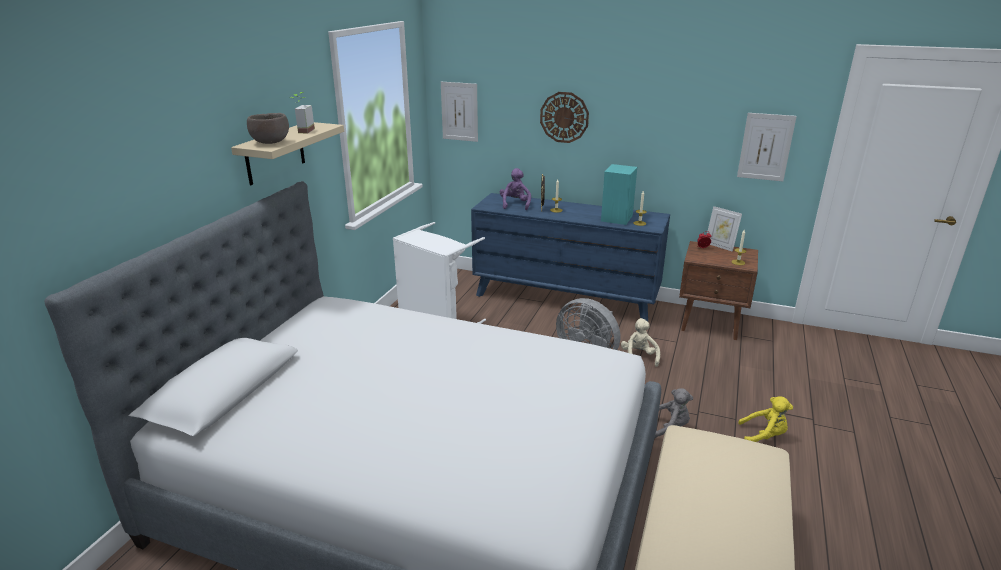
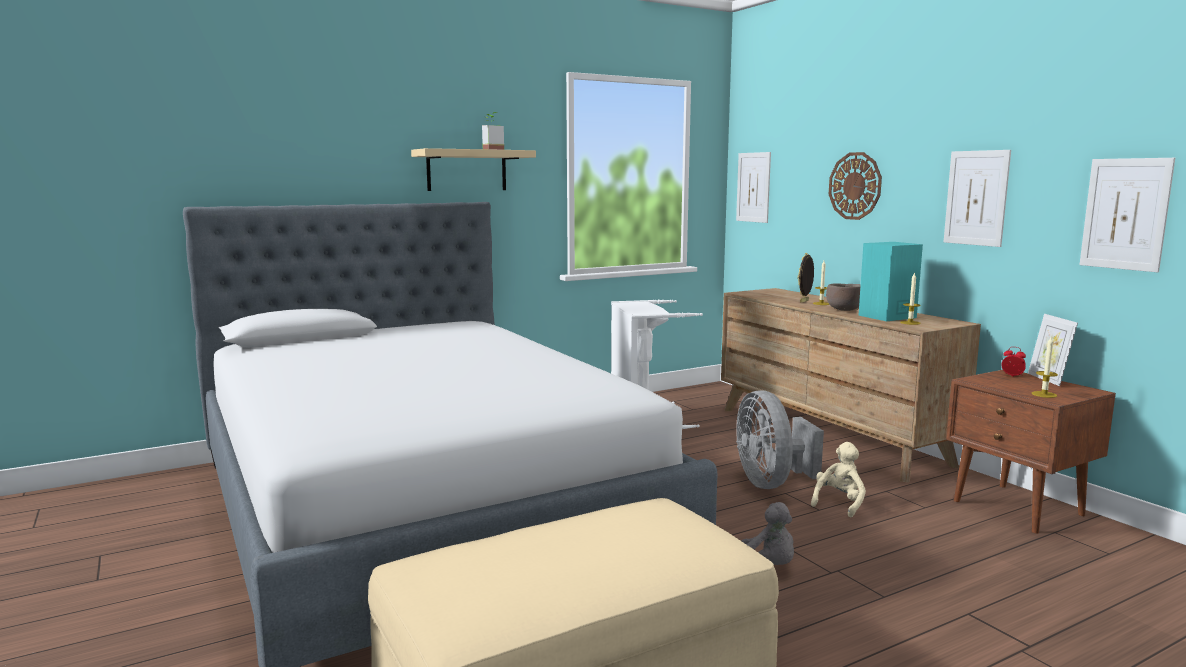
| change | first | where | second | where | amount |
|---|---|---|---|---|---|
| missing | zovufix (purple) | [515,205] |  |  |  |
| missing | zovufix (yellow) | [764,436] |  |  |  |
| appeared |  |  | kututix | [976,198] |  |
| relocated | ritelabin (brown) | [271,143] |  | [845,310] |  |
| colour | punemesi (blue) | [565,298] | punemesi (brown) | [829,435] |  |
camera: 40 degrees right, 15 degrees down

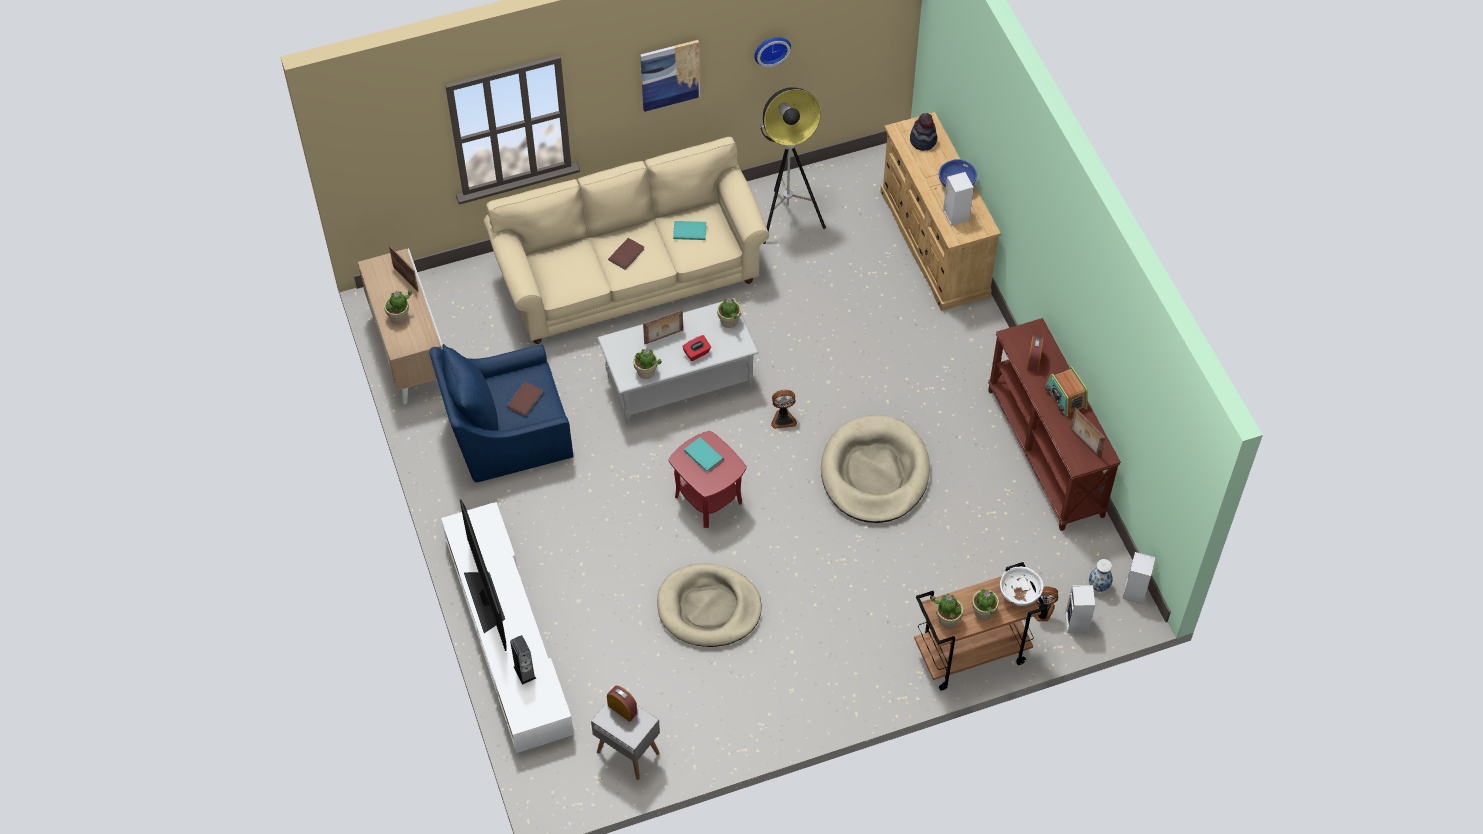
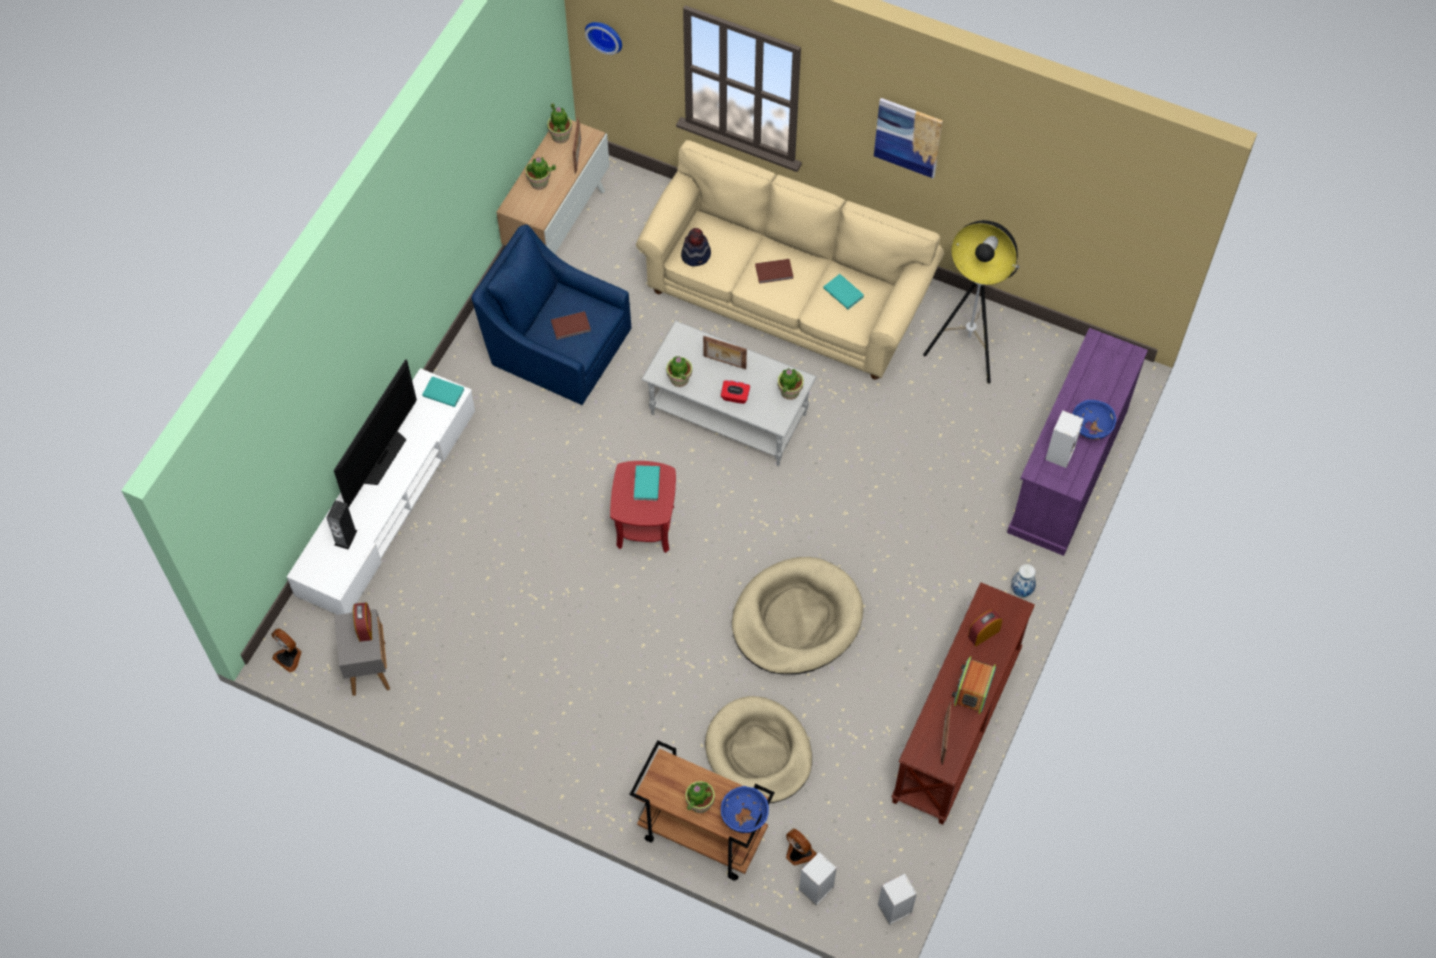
| change | first | where | second | where | amount |
|---|---|---|---|---|---|
| appeared |  |  | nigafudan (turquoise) | [443,392] |  |
| relocated | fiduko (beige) | [708,608] |  | [758,752] |  |
| relocated | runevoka | [771,49] |  | [605,35] |  |
| relocated | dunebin | [783,418] |  | [289,657] |  |
| relocated | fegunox | [923,140] |  | [696,255] |  |
| relocated | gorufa | [947,619] |  | [560,136] |  |
| relocated | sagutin | [1099,586] |  | [1021,590] |  |
| colour | punemesi (beige) | [935,244] | punemesi (purple) | [1067,472] |  |
| colour | ritelabin (white) | [1019,595] | ritelabin (blue) | [744,816] |  |
camera: 45 degrees right, 5 degrees up

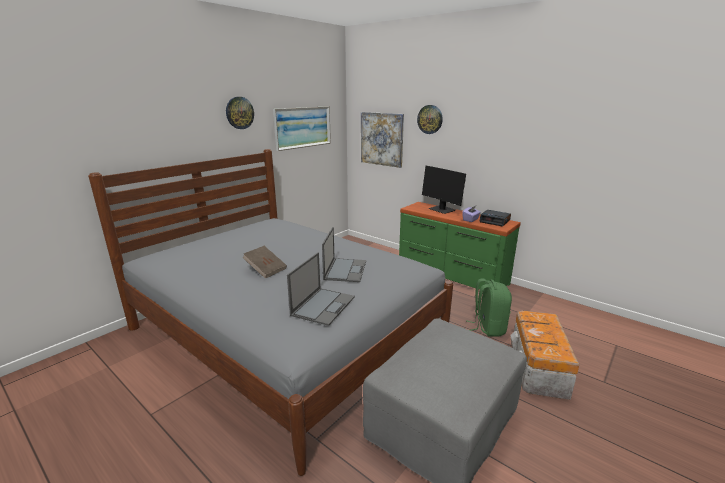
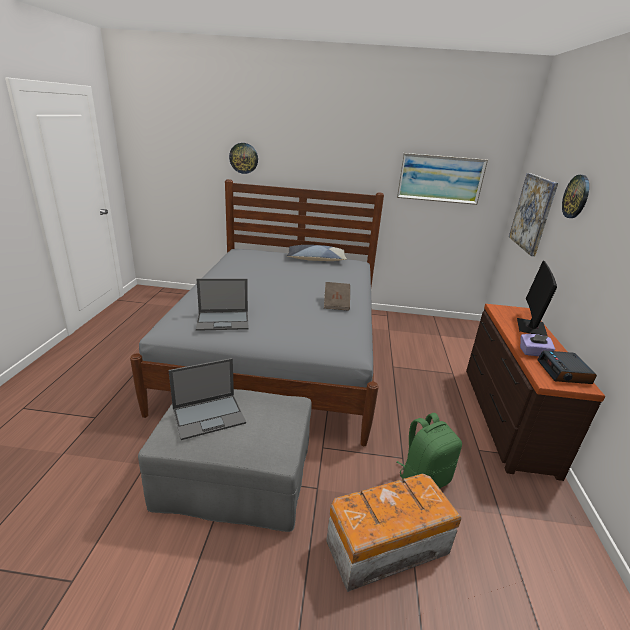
| change | first | where | second | where | amount |
|---|---|---|---|---|---|
| appeared |  |  | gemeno | [316,259] |  |
| relocated | runevoka | [239,113] |  | [243,158] |  |
| relocated | nigafudan (brown) | [266,269] |  | [336,303] |  |
| relocated | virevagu | [345,270] |  | [209,416] |  |
| colour | punemesi (green) | [451,274] | punemesi (brown) | [505,417] |  |
camera: 55 degrees right, 5 degrees up

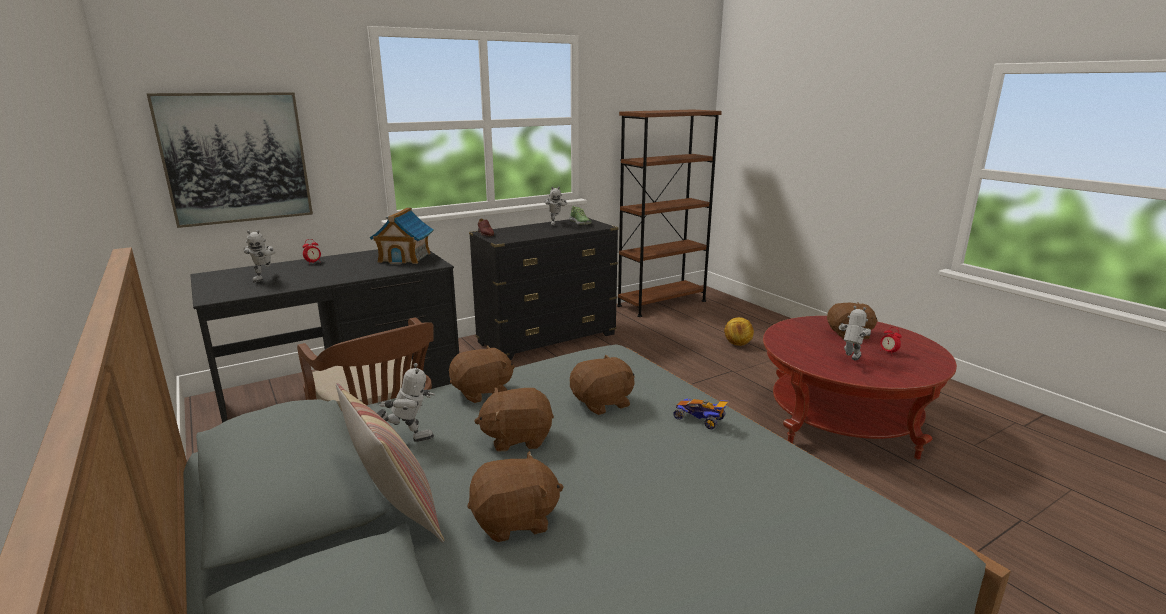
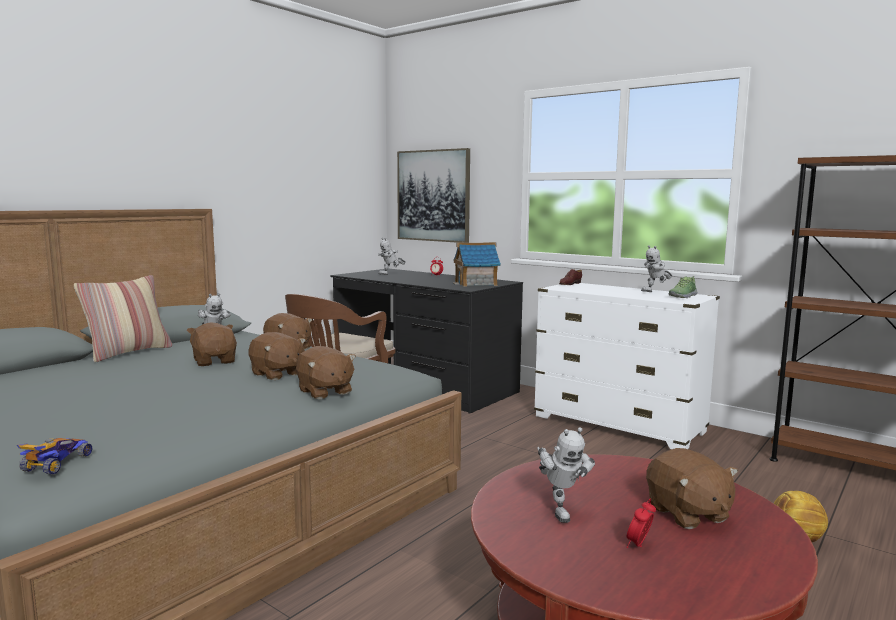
| change | first | where | second | where | amount |
|---|---|---|---|---|---|
| relocated | zovufix (brown) | [515,521] |  | [324,392] |  |
| relocated | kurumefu | [700,419] |  | [56,464] |  |
| colour | punemesi (black) | [547,339] | punemesi (white) | [618,425] |  |
| spun | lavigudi | [849,360] |  | [560,510] | 60 degrees clockwise |
camera: 70 degrees right, 10 degrees down

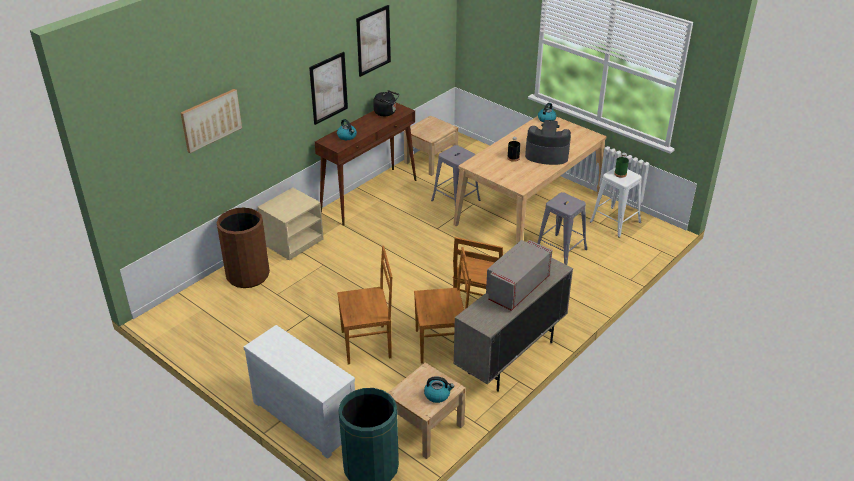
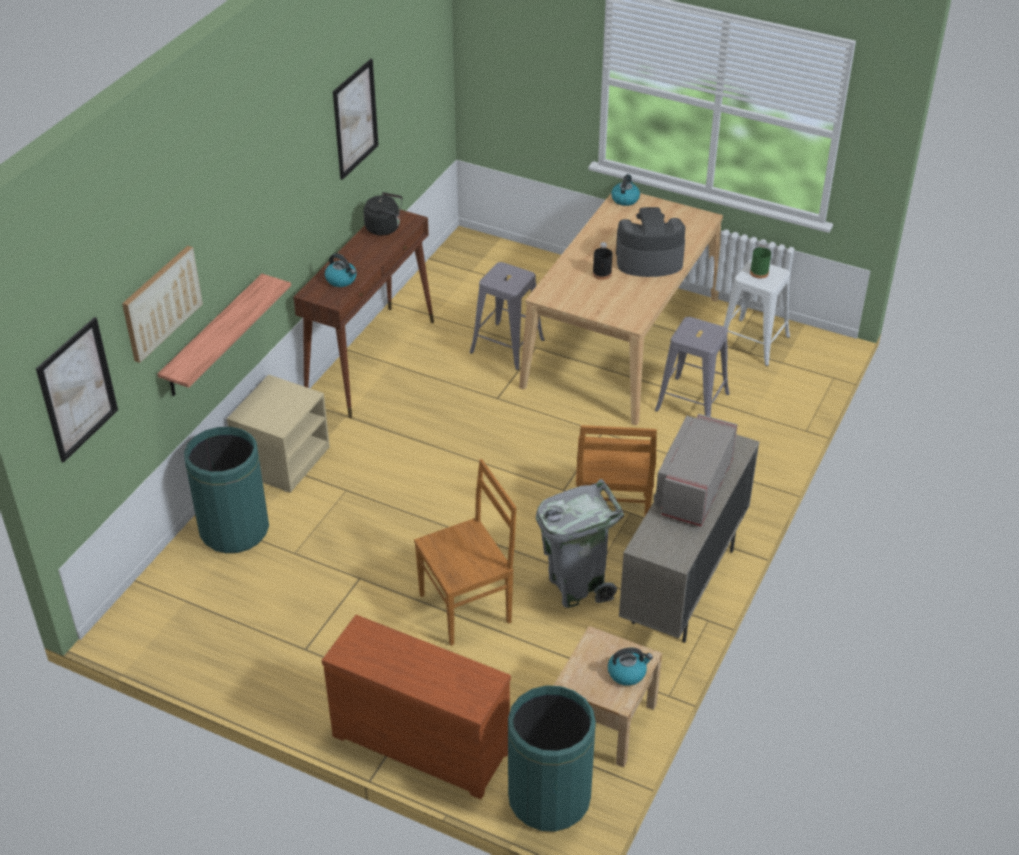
| change | first | where | second | where | amount |
|---|---|---|---|---|---|
| missing | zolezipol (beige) | [431,161] |  |  |  |
| appeared |  |  | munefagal | [214,336] |  |
| relocated | kututix | [328,88] |  | [77,389] |  |
| exchanged | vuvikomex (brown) | [441,344] | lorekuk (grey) | [576,586] |  |
| colour | lorekuk (brown) | [247,275] | lorekuk (green) | [234,529] |  |
| colour | punemesi (white) | [306,416] | punemesi (brown) | [422,740] |  |
camera: 15 degrees left, 5 degrees up

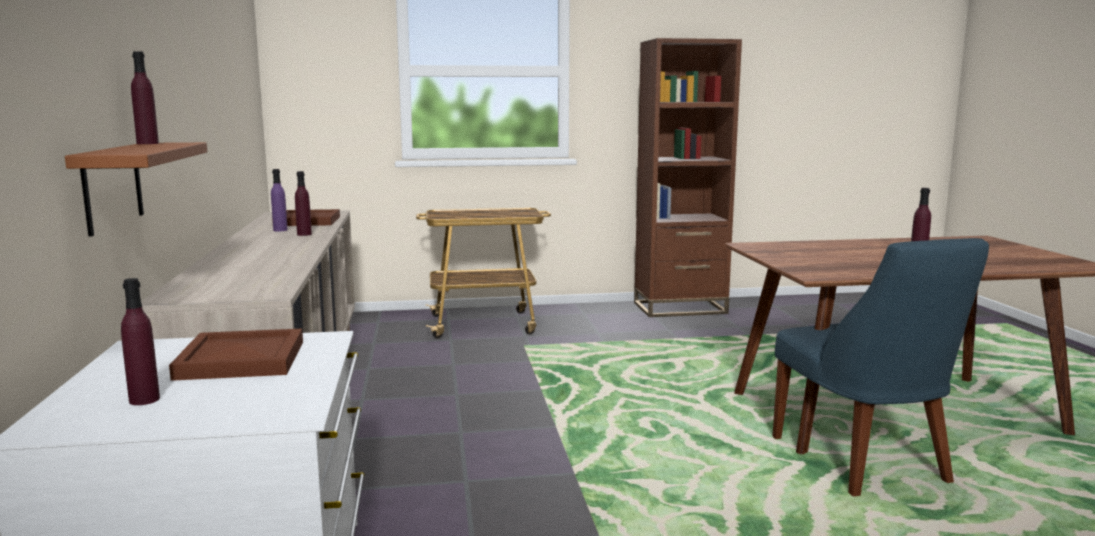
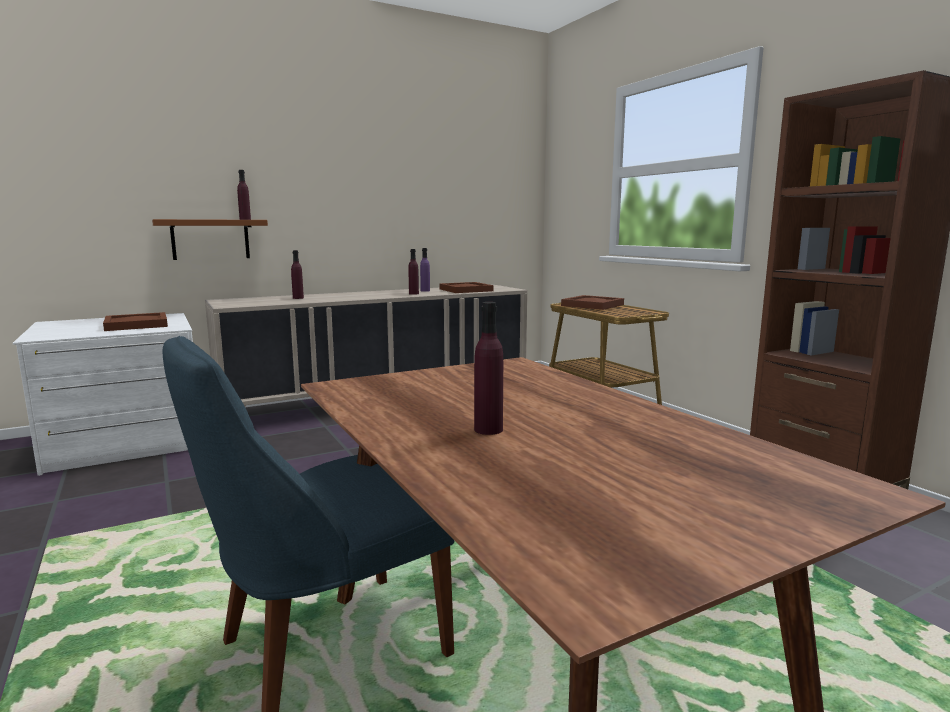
| change | first | where | second | where | amount |
|---|---|---|---|---|---|
| appeared |  |  | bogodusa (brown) | [593,305] |  |
| relocated | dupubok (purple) | [144,400] |  | [298,298] |  |
camera: 70 degrees right, 0 degrees up

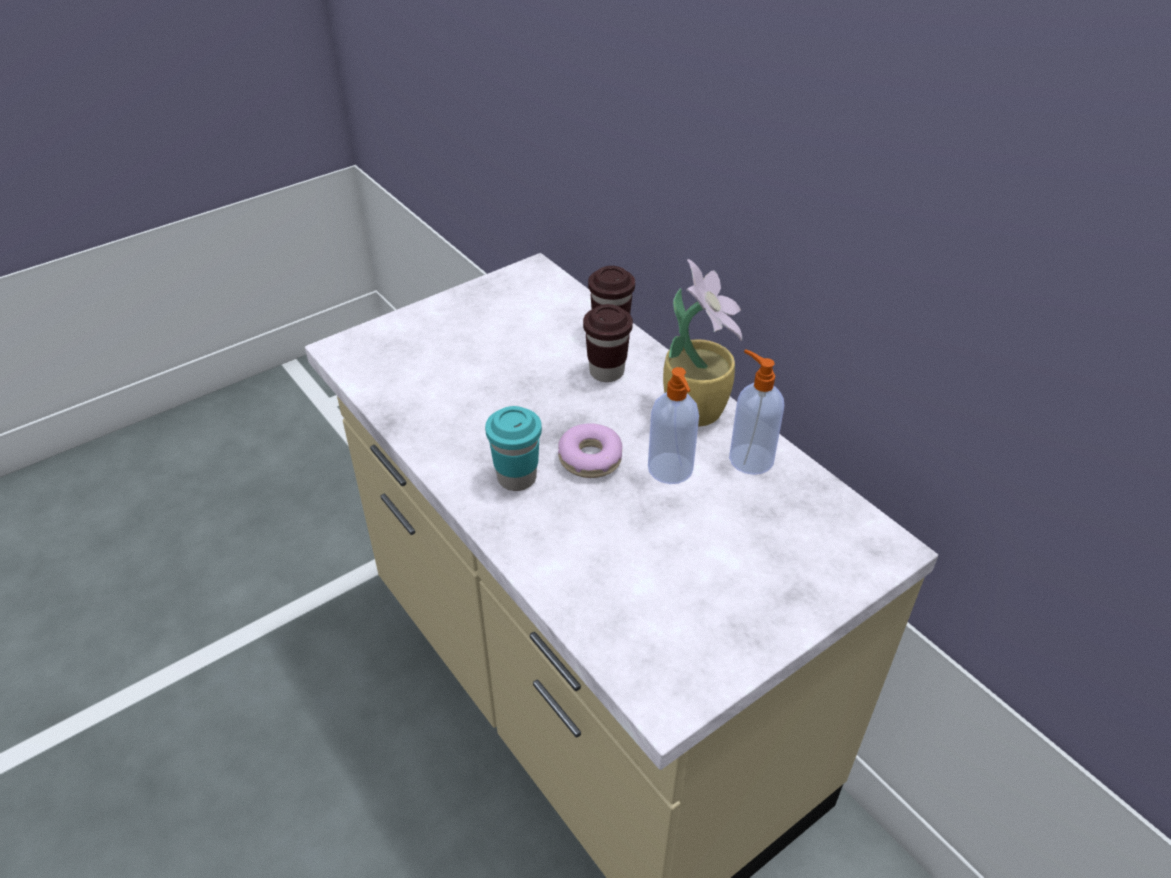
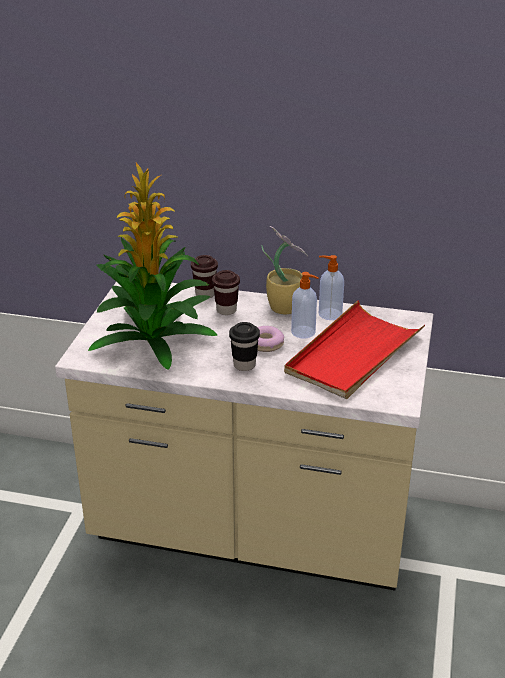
| change | first | where | second | where | amount |
|---|---|---|---|---|---|
| appeared |  |  | gorufa | [155,339] |  |
| appeared |  |  | bogodusa (red) | [353,354] |  |
| colour | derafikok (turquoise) | [517,478] | derafikok (black) | [244,365] |  |
camera: 40 degrees left, 10 degrees down

